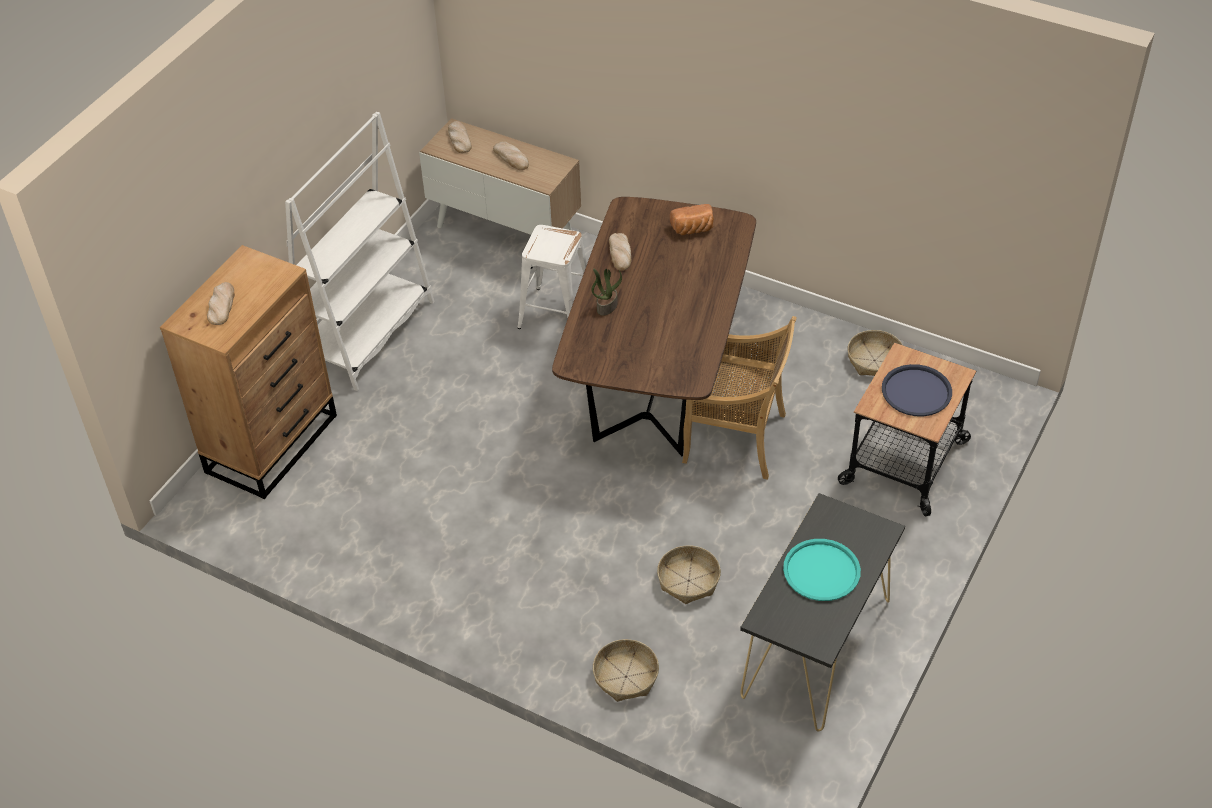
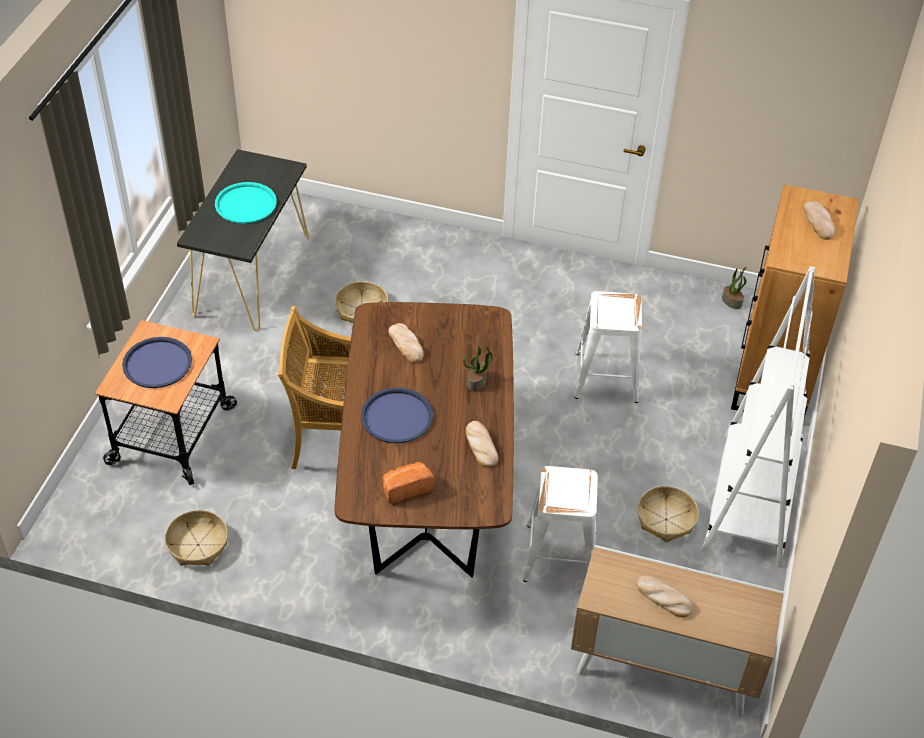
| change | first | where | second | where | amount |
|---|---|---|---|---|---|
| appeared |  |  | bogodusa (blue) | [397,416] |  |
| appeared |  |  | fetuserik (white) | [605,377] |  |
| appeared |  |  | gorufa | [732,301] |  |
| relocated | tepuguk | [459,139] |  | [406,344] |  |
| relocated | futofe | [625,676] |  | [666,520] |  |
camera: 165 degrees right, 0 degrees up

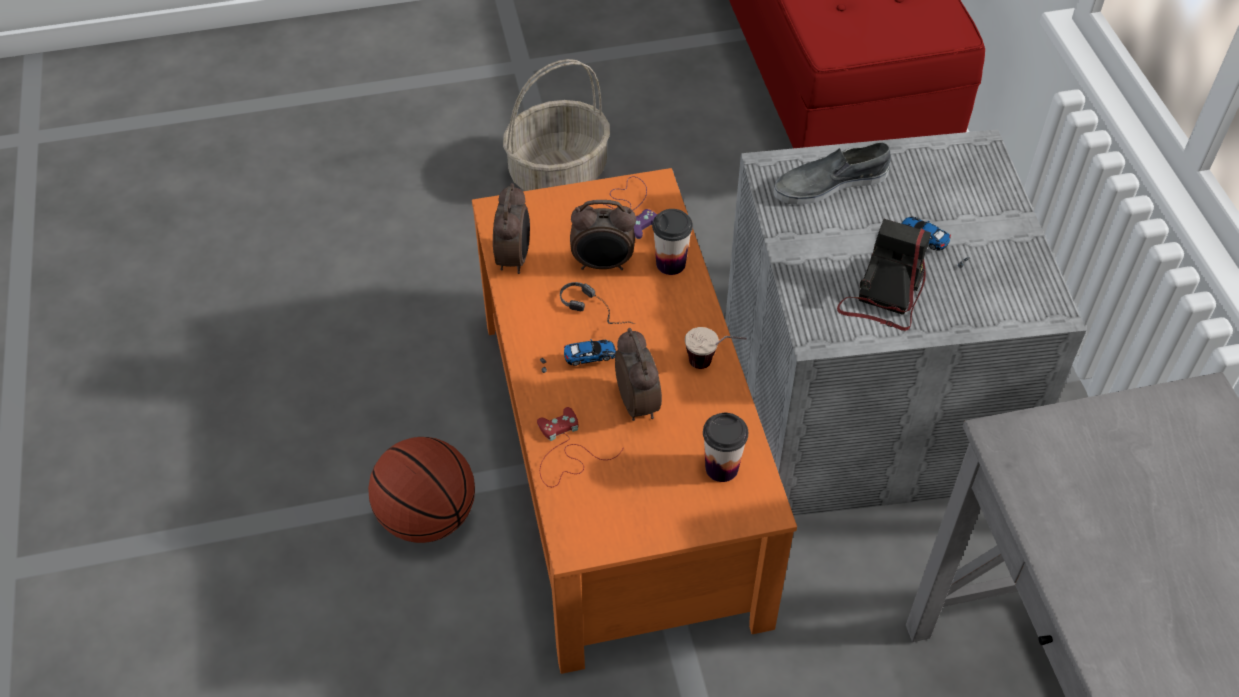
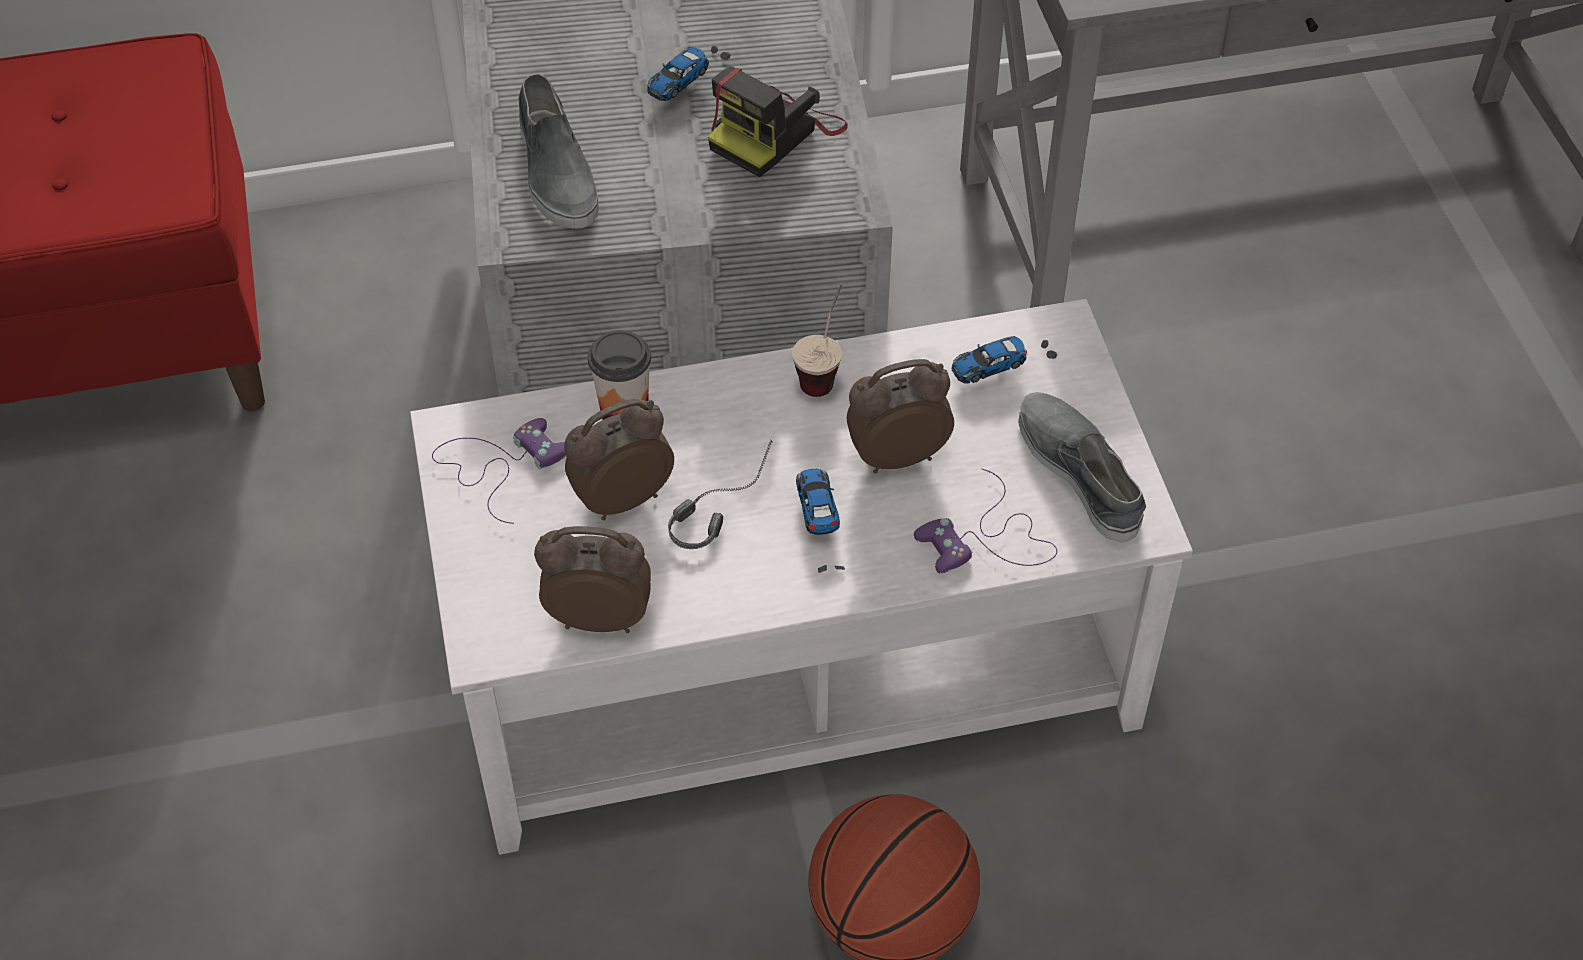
| change | first | where | second | where | amount |
|---|---|---|---|---|---|
| missing | futofe | [558,172] |  |  |  |
| appeared |  |  | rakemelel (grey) | [1080,472] |  |
| exchanged | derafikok | [721,468] | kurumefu | [1003,367] |  |
| colour | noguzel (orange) | [615,465] | noguzel (white) | [791,664] |  |
| colour | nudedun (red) | [566,452] | nudedun (purple) | [989,539] |  |
| spun | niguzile | [603,264] |  | [621,498] | 120 degrees counterclockwise |
| spun | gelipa | [884,295] |  | [775,133] | 75 degrees counterclockwise |
camera: 90 degrees left, 0 degrees up

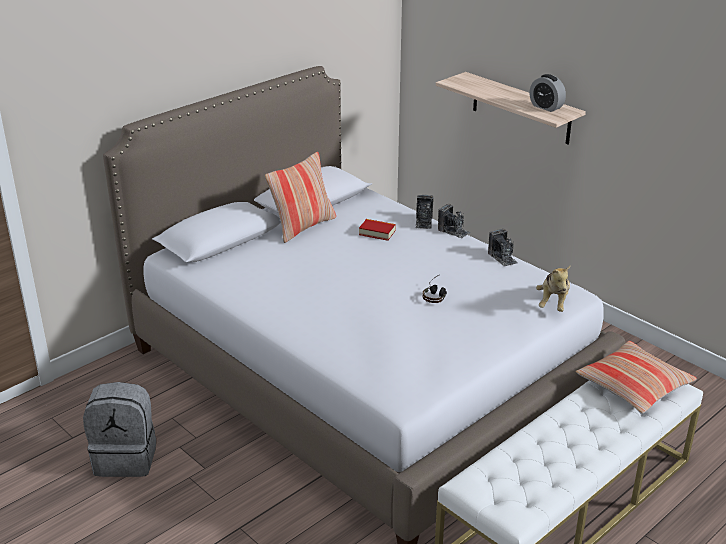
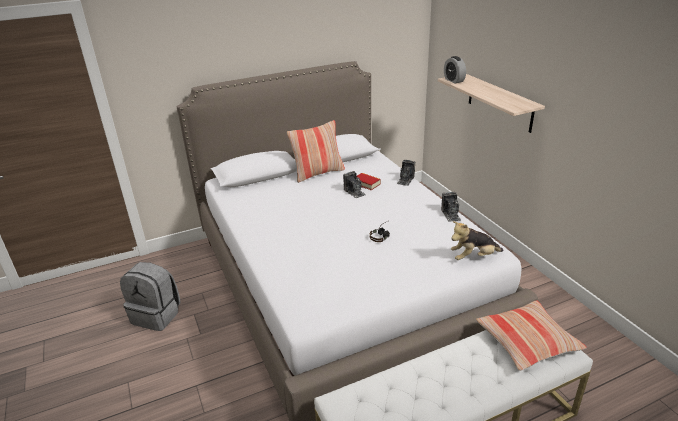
| change | first | where | second | where | amount |
|---|---|---|---|---|---|
| relocated | gelipa | [453,231] |  | [354,192] |  |
| relocated | niguzile | [546,107] |  | [454,80] |  |
| spun | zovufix | [553,303] |  | [473,257] | 45 degrees clockwise |
camera: 20 degrees right, 0 degrees up

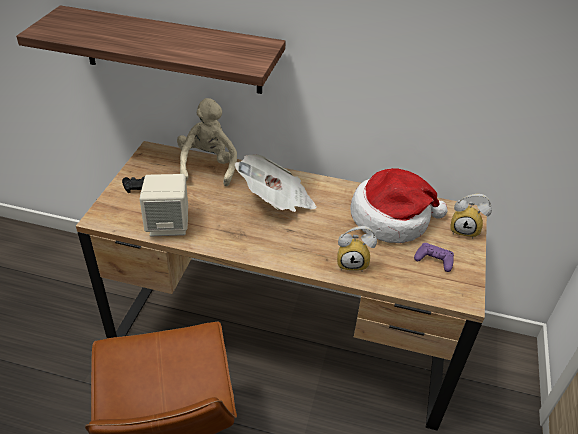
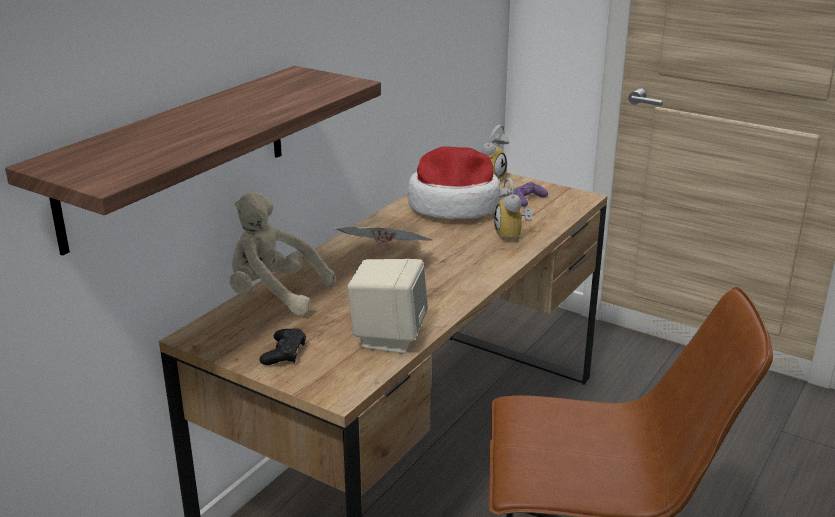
| change | first | where | second | where | amount |
|---|---|---|---|---|---|
| spun | niguzile | [353,262] |  | [513,236] | 150 degrees clockwise |
camera: 70 degrees left, 15 degrees down

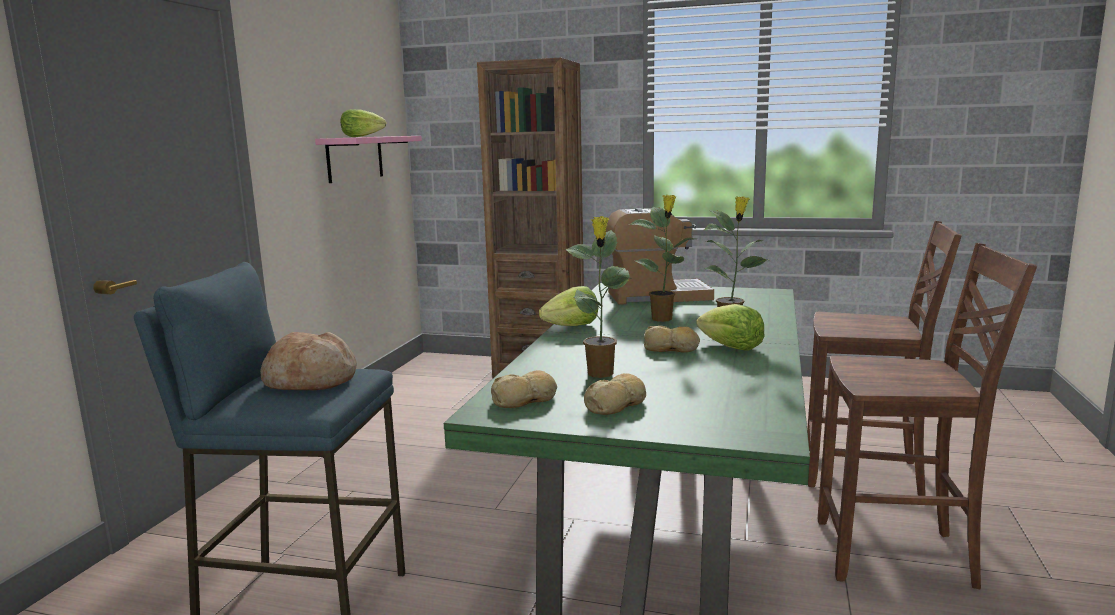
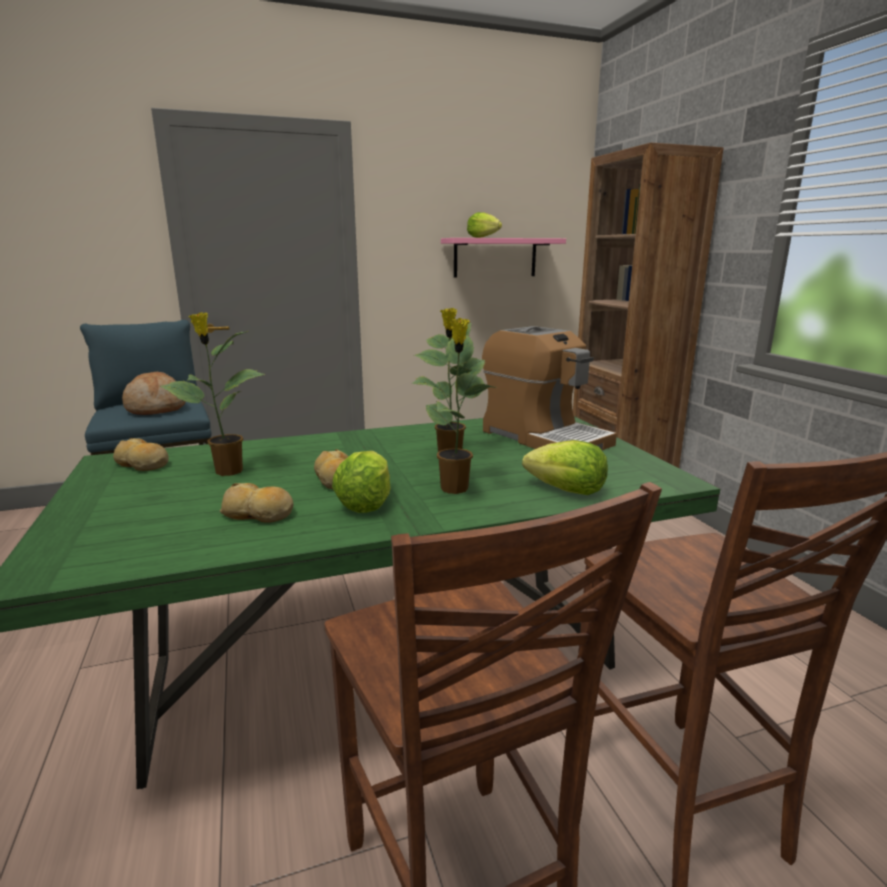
| change | first | where | second | where | amount |
|---|---|---|---|---|---|
| relocated | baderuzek | [572,326] |  | [566,490] |  |
| relocated | tepuguk | [617,404] |  | [258,514] |  |
camera: 55 degrees right, 5 degrees up

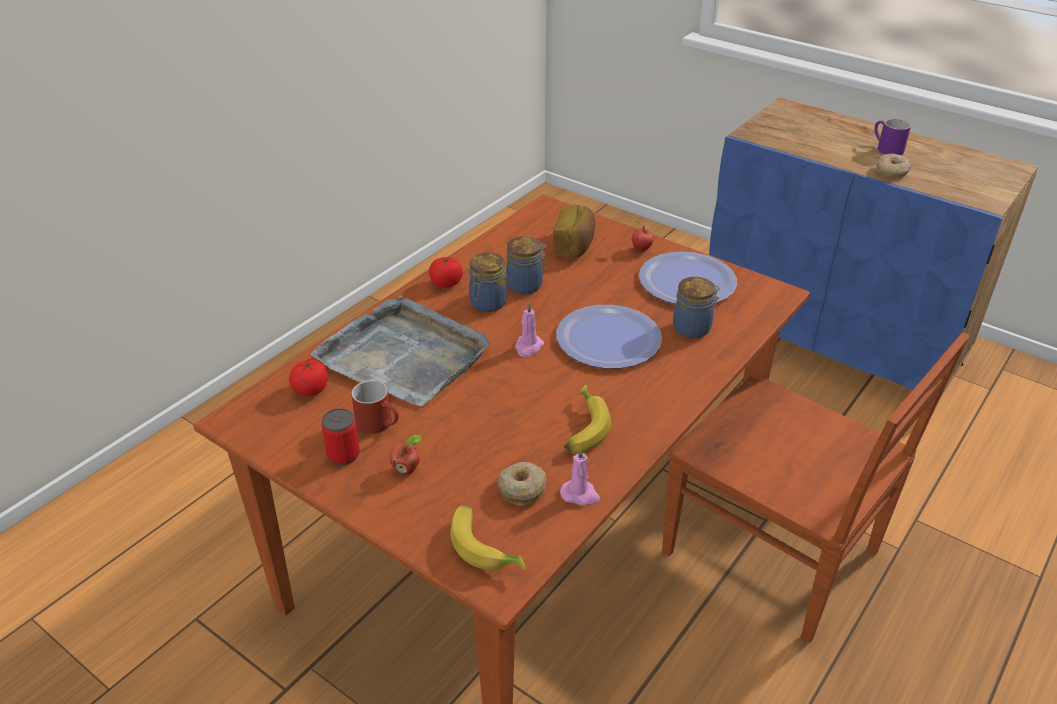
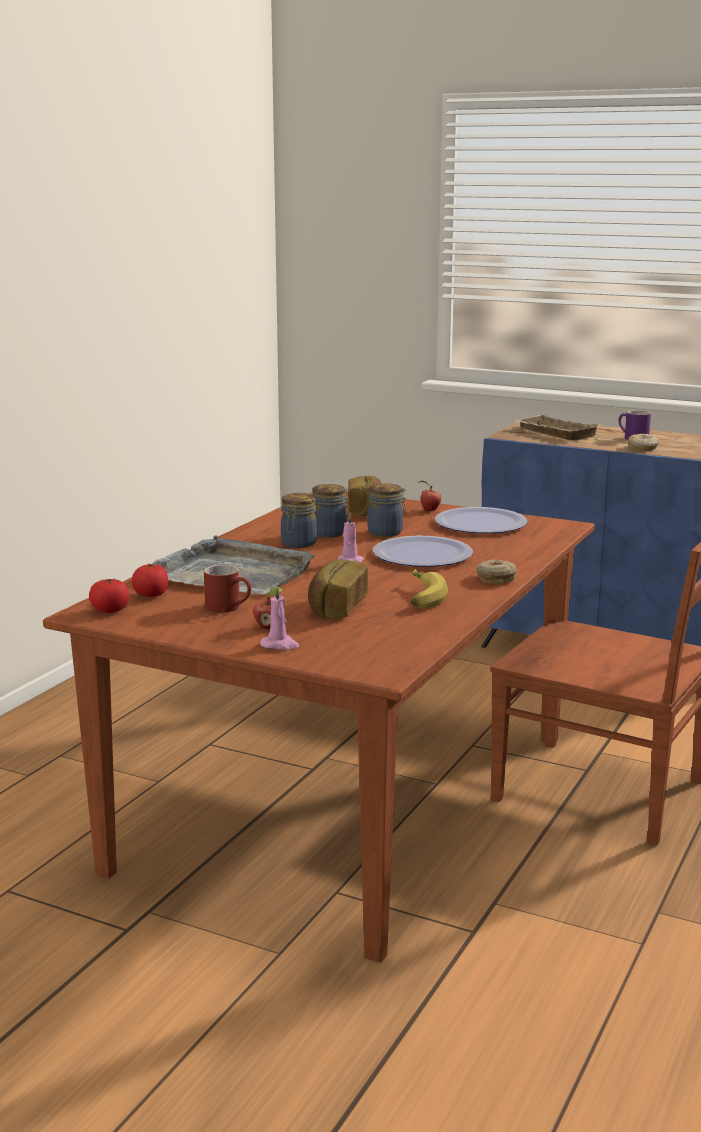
| change | first | where | second | where | amount |
|---|---|---|---|---|---|
| missing | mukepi | [343,455] |  |  |  |
| missing | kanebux | [486,546] |  |  |  |
| appeared |  |  | tepuguk | [336,607] |  |
| appeared |  |  | bogodusa (beige) | [553,433] |  |
| relocated | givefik | [446,283] |  | [110,610] |  |
| relocated | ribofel | [522,489] |  | [495,578] |  |
| relocated | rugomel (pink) | [580,494] |  | [280,645] |  |
| relocated | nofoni | [693,328] |  | [386,532] |  |
camera: 10 degrees left, 20 degrees down

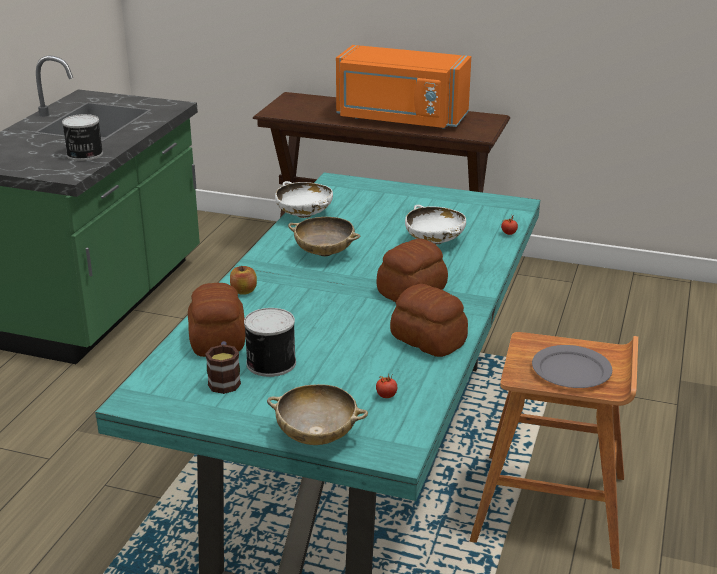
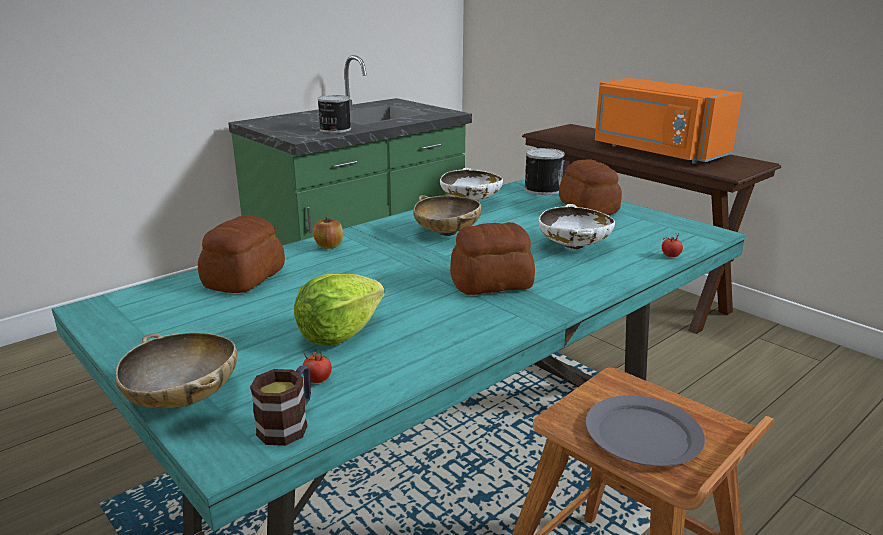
| change | first | where | second | where | amount |
|---|---|---|---|---|---|
| appeared |  |  | baderuzek | [339,333] |  |
| relocated | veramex | [224,380] |  | [289,424] |  |
| relocated | mukepi | [269,363] |  | [541,189] |  |
| relocated | tepuguk | [428,339] |  | [588,207] |  |
camera: 30 degrees right, 5 degrees down

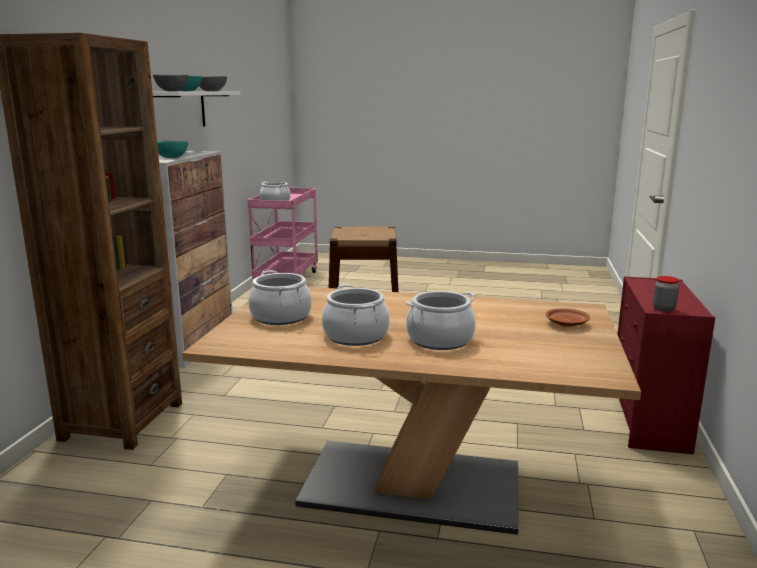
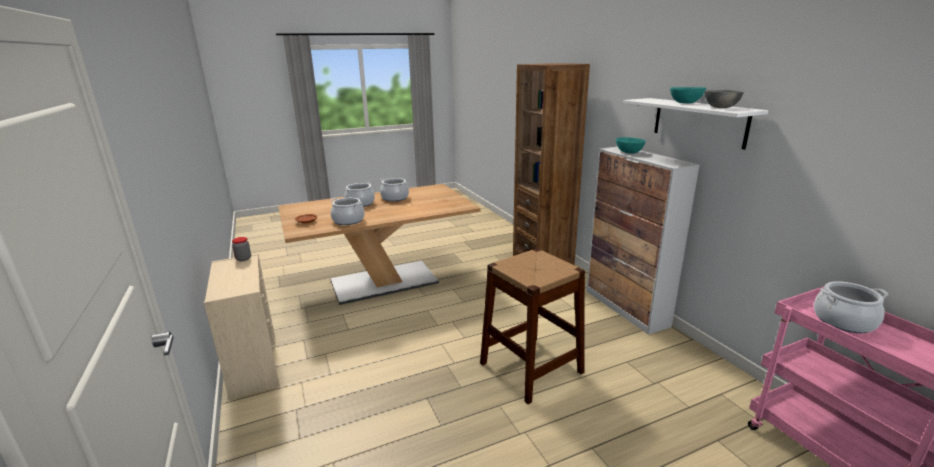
| change | first | where | second | where | amount |
|---|---|---|---|---|---|
| missing | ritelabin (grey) | [172,91] |  |  |  |
| relocated | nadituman | [281,317] |  | [348,221] |  |
| colour | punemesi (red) | [649,421] | punemesi (beige) | [254,364] |  |
camera: 145 degrees right, 5 degrees up

